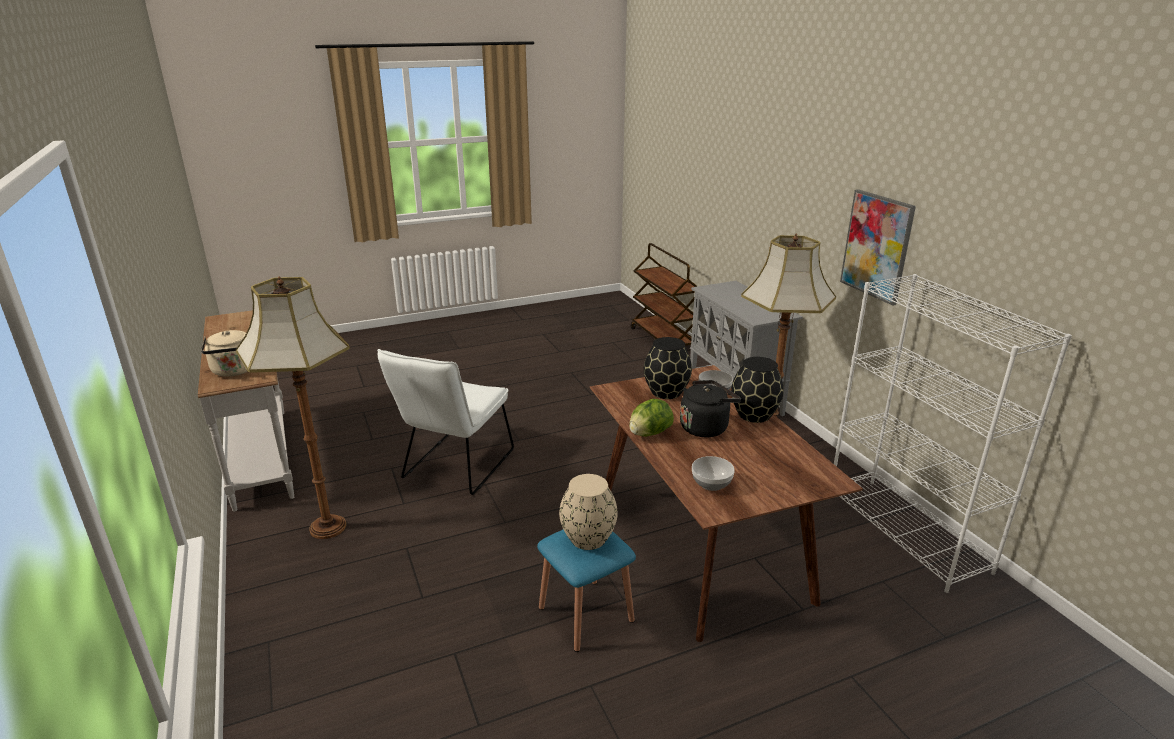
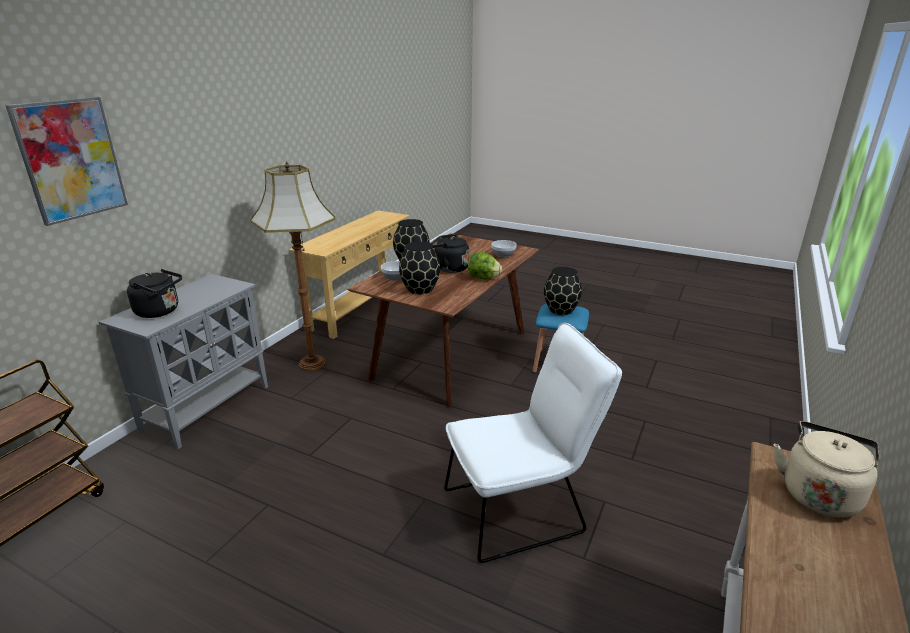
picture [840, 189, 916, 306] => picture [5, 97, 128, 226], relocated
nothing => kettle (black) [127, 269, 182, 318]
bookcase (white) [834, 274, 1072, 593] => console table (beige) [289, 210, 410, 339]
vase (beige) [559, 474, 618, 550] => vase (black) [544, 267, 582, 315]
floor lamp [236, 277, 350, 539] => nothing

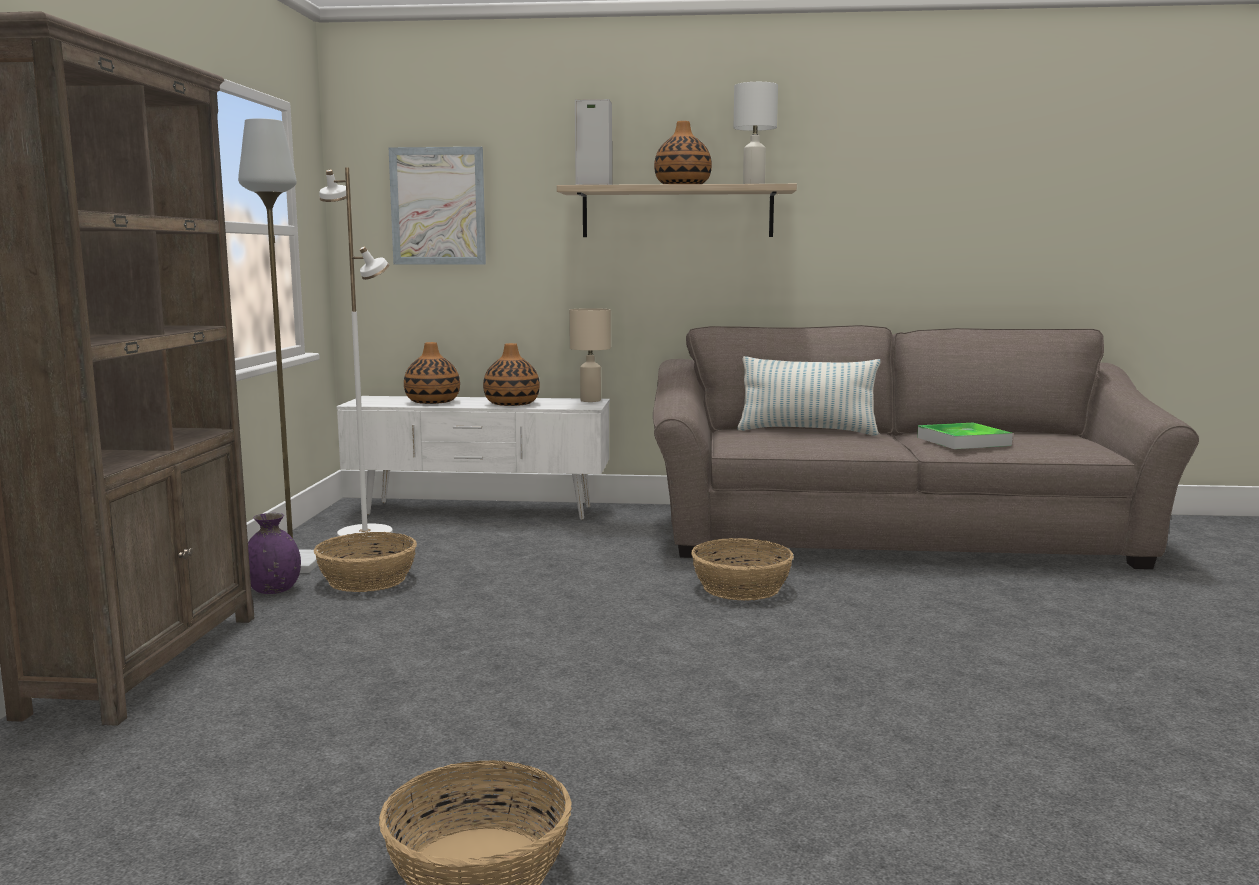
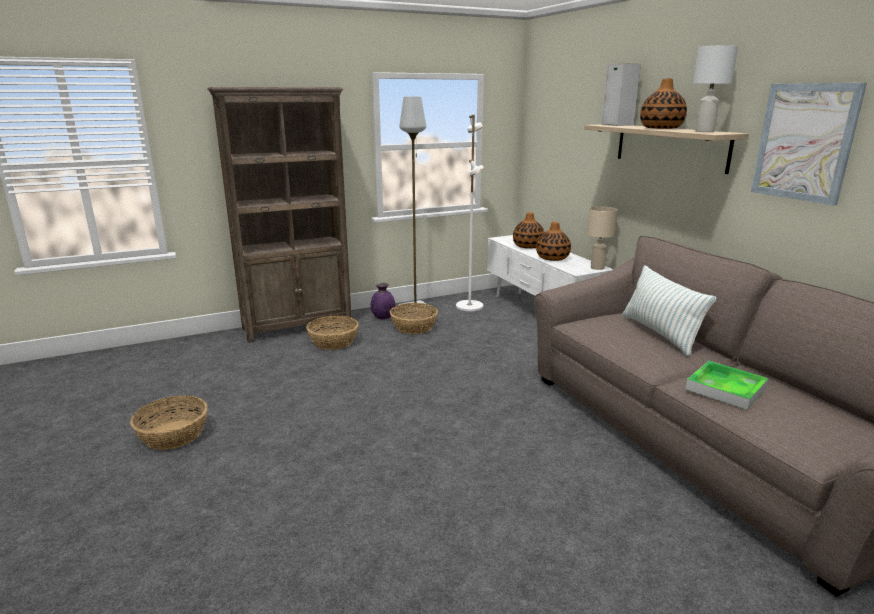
basket [691, 538, 794, 601] => basket [306, 316, 359, 350], relocated
picture [389, 147, 486, 264] => picture [751, 83, 867, 206], relocated

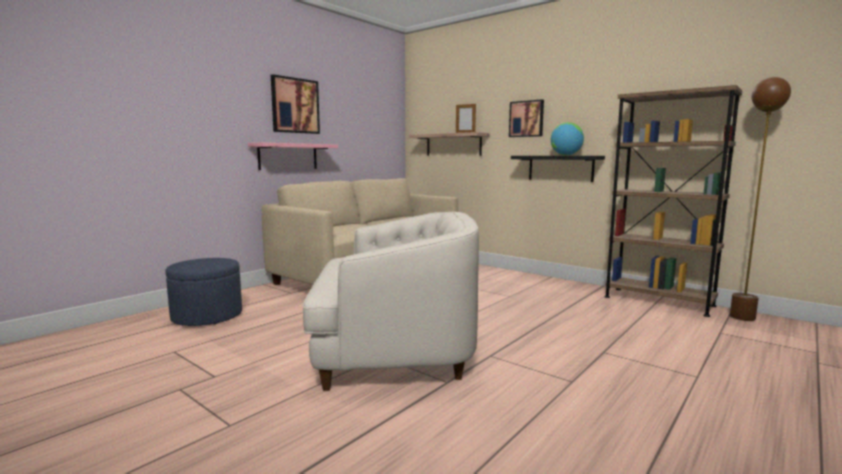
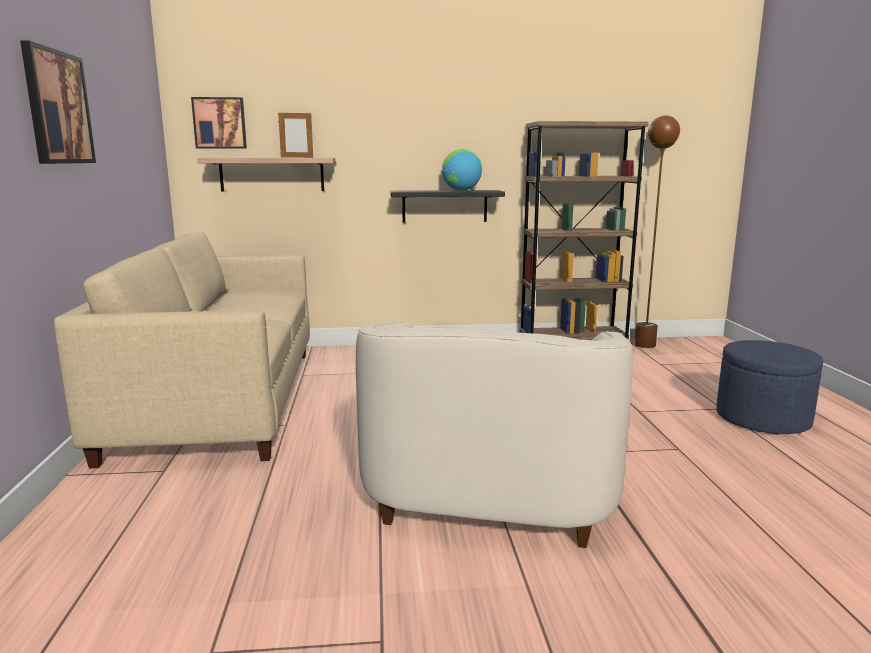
picture [509, 99, 544, 137] => picture [191, 97, 247, 149], relocated
armchair (white) [303, 212, 479, 391] => armchair (white) [356, 321, 633, 548], 150 degrees clockwise
ottoman (blue) [166, 258, 242, 326] => ottoman (blue) [716, 340, 823, 435], relocated
shelf (pink) [248, 143, 338, 170] => nothing

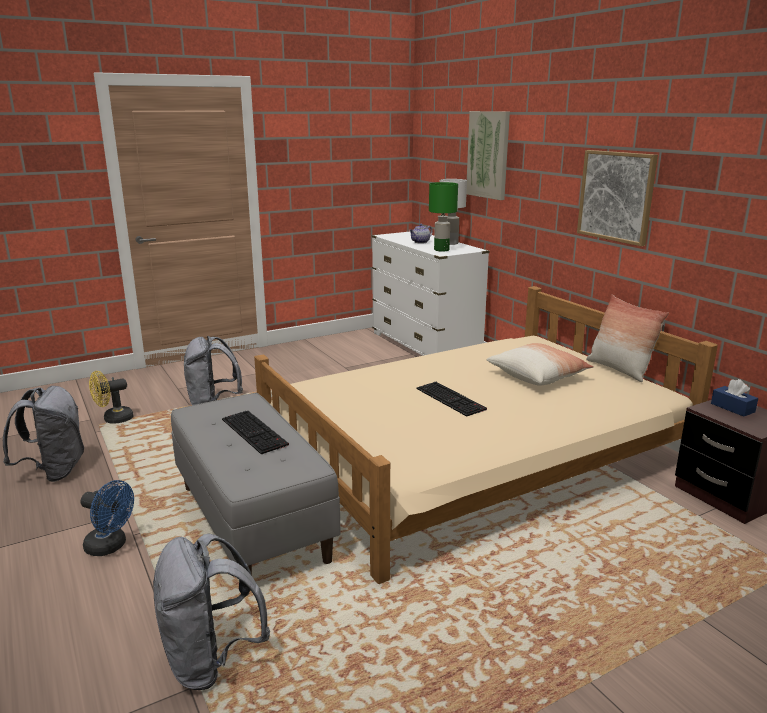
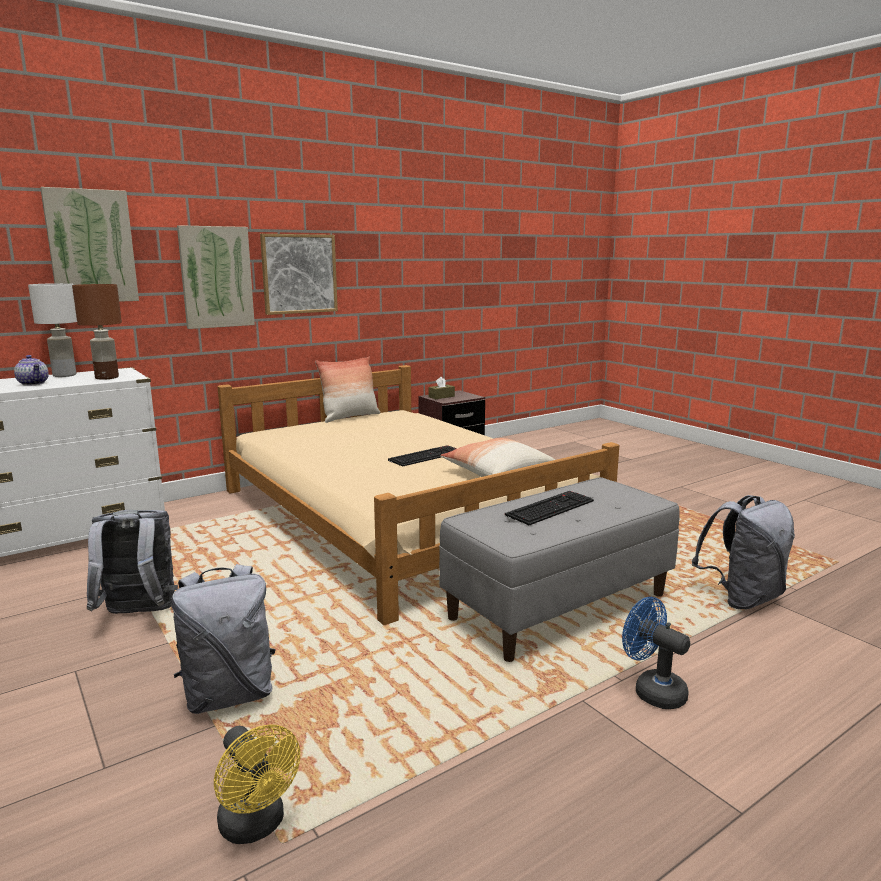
table lamp (green) [429, 182, 458, 252] => table lamp (brown) [72, 284, 122, 380]
backpack (grey) [3, 386, 84, 482] => backpack (grey) [87, 510, 178, 614], relocated
nothing => picture [177, 225, 255, 329]
tissue box (blue) [711, 379, 758, 417] => tissue box (brown) [429, 377, 455, 399]
pillow [486, 343, 594, 386] => pillow [440, 438, 555, 477], relocated
fan (blue) [80, 480, 134, 556] => fan (blue) [622, 597, 690, 709], 60 degrees counterclockwise

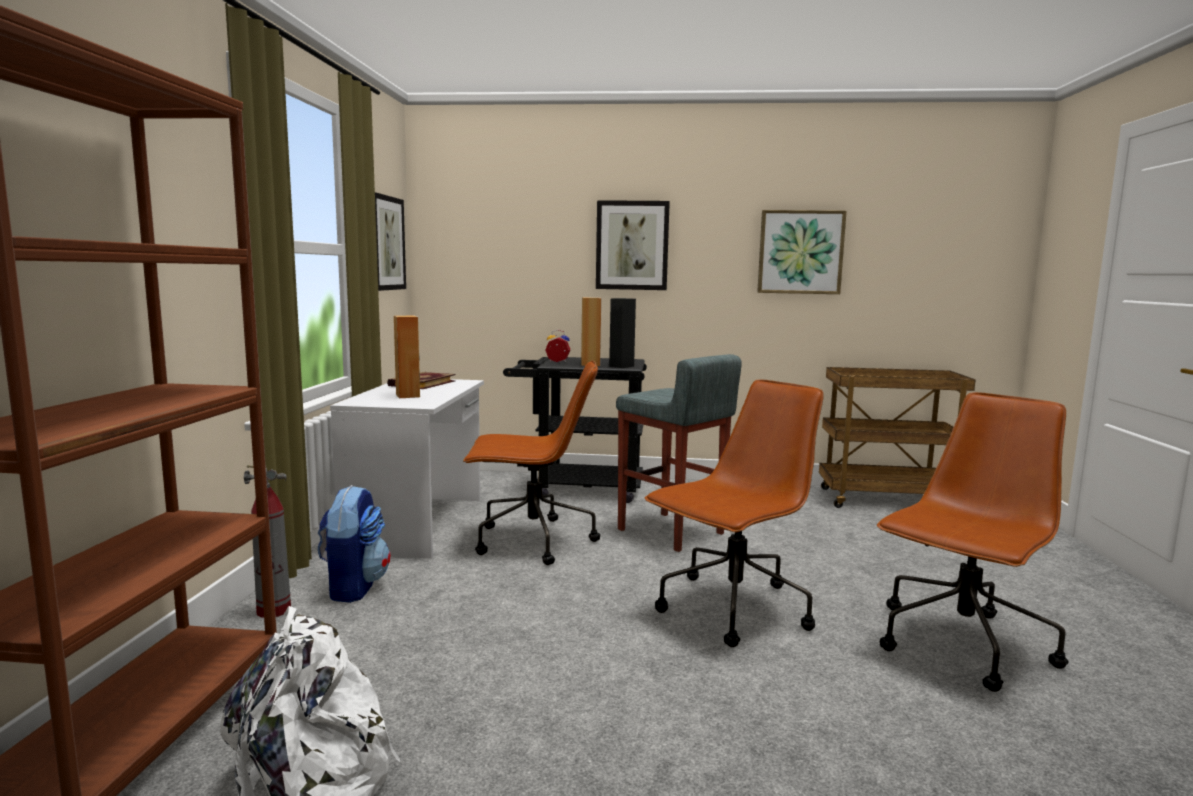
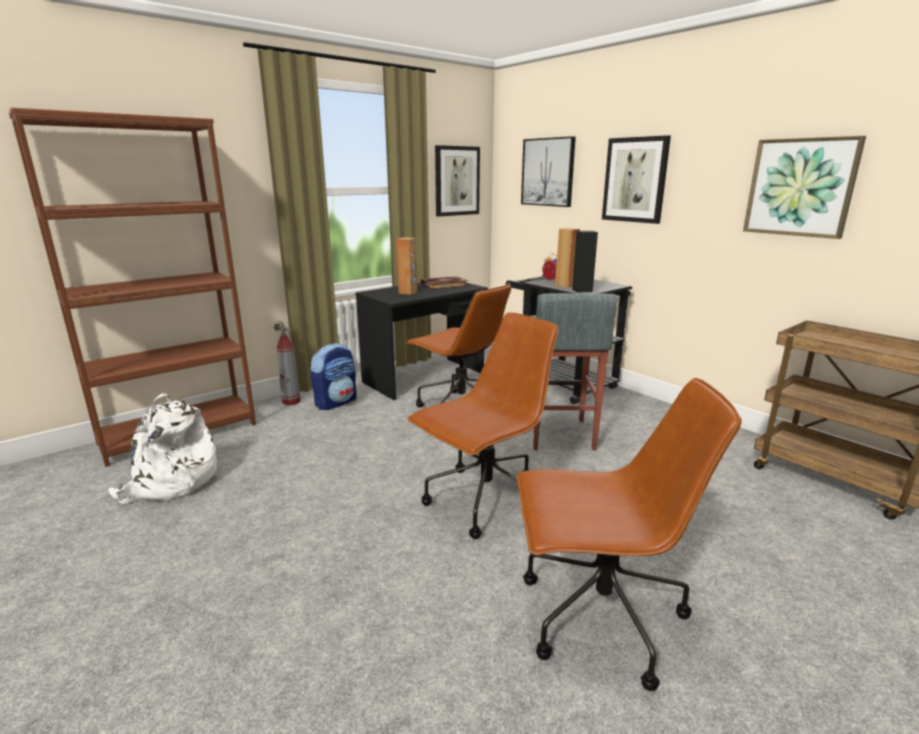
desk (white) [330, 379, 484, 559] => desk (black) [356, 282, 488, 400]
office chair (brown) [645, 379, 824, 647] => office chair (brown) [407, 312, 558, 539], 45 degrees counterclockwise
nothing => picture [521, 136, 576, 207]

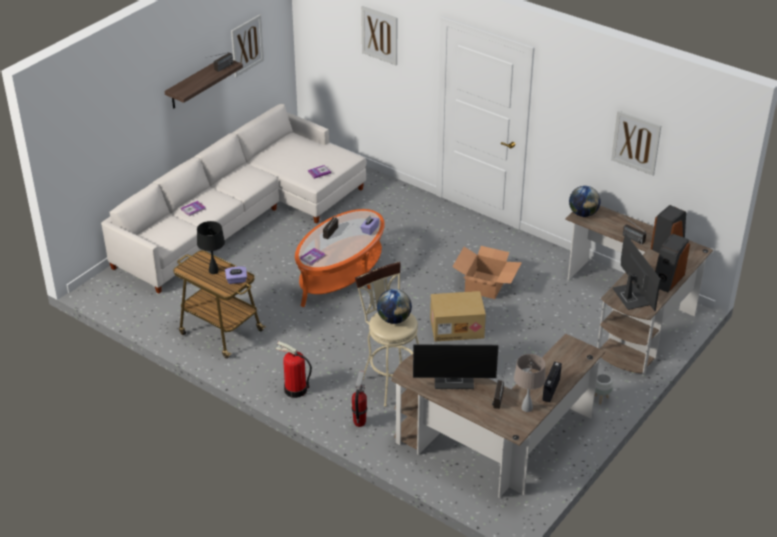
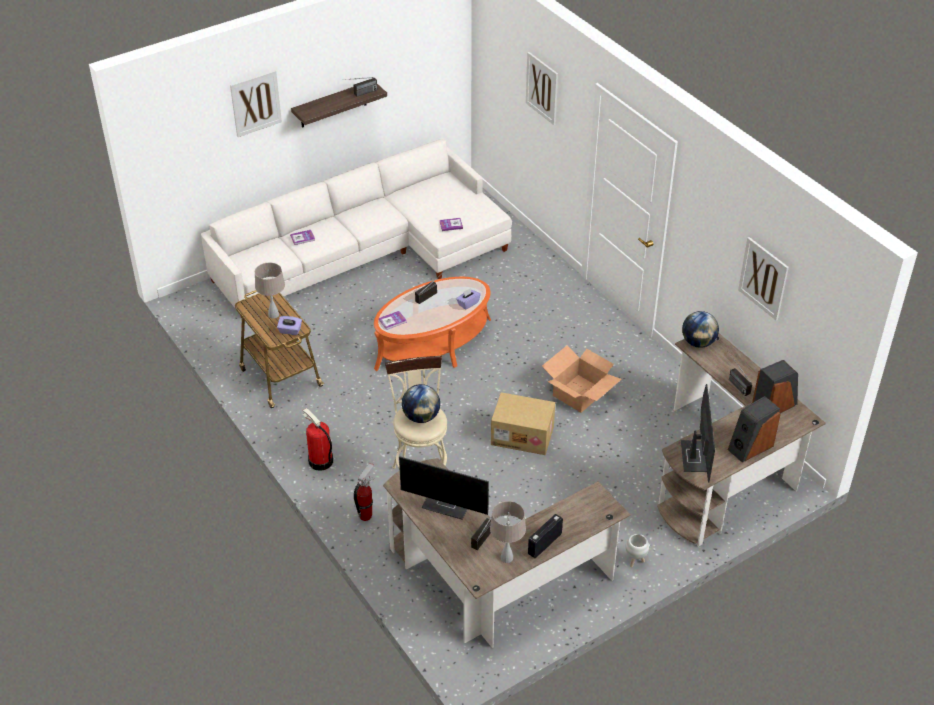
picture [231, 14, 264, 77] => picture [230, 70, 282, 137], relocated
table lamp (black) [197, 221, 225, 274] => table lamp (beige) [255, 262, 285, 319]

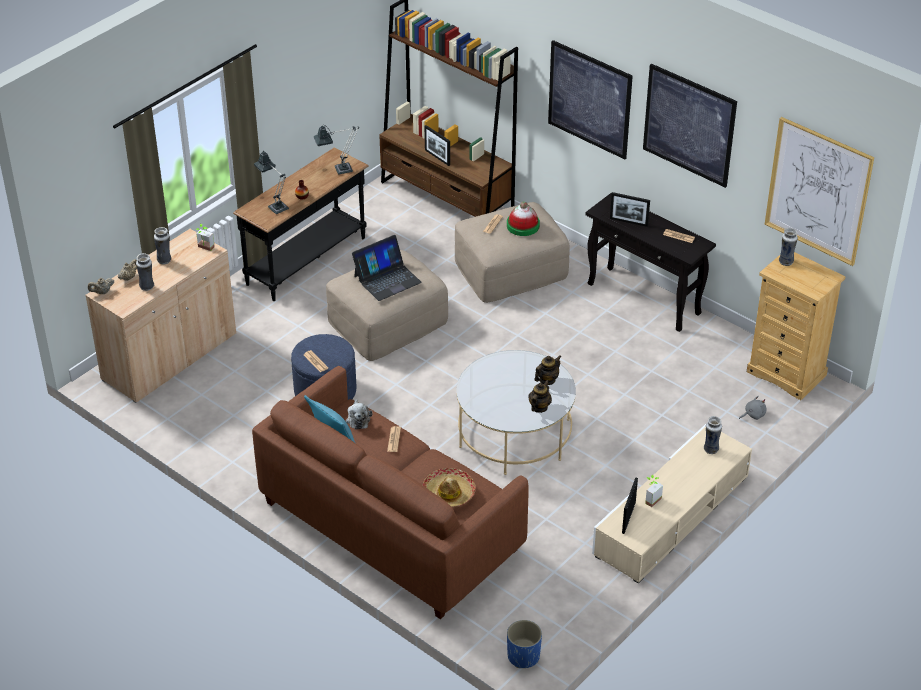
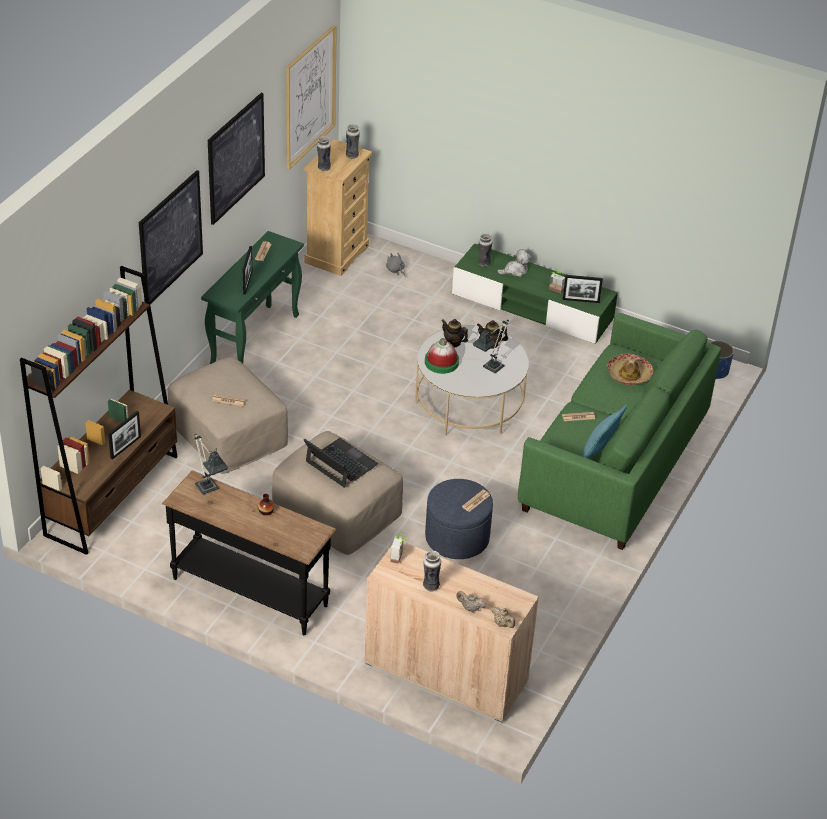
console table (black) [586, 193, 716, 332] => console table (green) [201, 231, 304, 364]
vase [136, 253, 154, 291] => vase [346, 124, 360, 159], relocated
hat [507, 202, 540, 236] => hat [425, 338, 459, 374], relocated
tv stand (beige) [592, 424, 752, 583] => tv stand (green) [452, 243, 618, 344]
table lamp [254, 151, 289, 214] => table lamp [473, 320, 509, 373], relocated
plush toy [346, 399, 372, 430] => plush toy [497, 249, 530, 277], relocated
sofa (brown) [252, 366, 528, 619] => sofa (green) [518, 313, 721, 550]

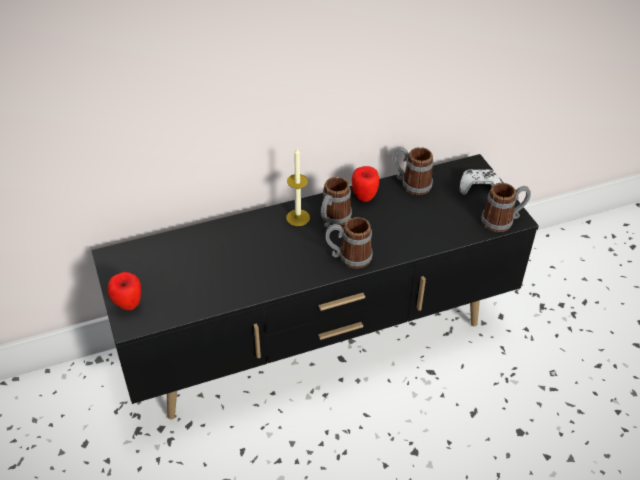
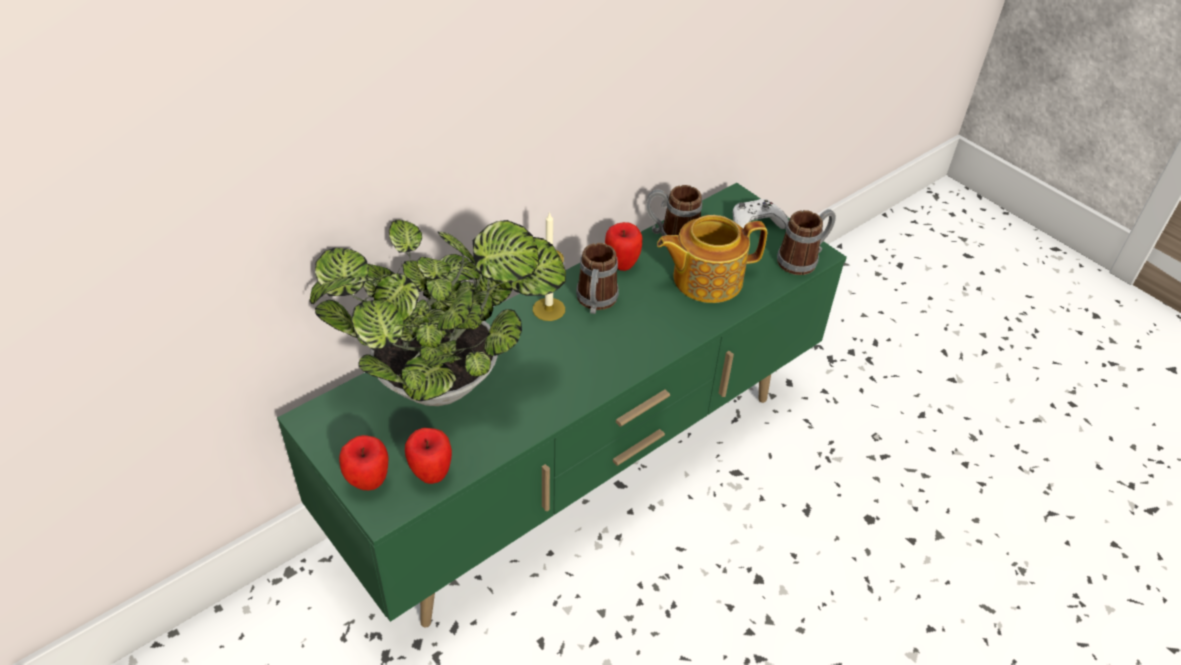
tv stand (black) [91, 154, 539, 419] => tv stand (green) [277, 183, 847, 627]
nothing => potted plant [310, 220, 566, 406]
nothing => apple [405, 428, 452, 484]
nothing => teapot [657, 215, 767, 303]
mug [326, 217, 373, 268] => nothing

